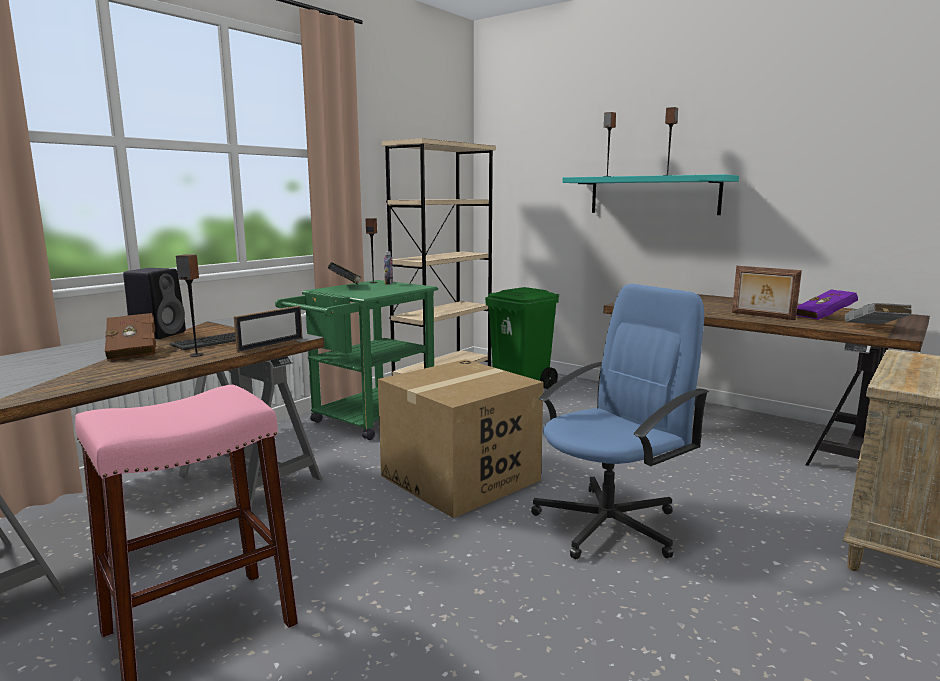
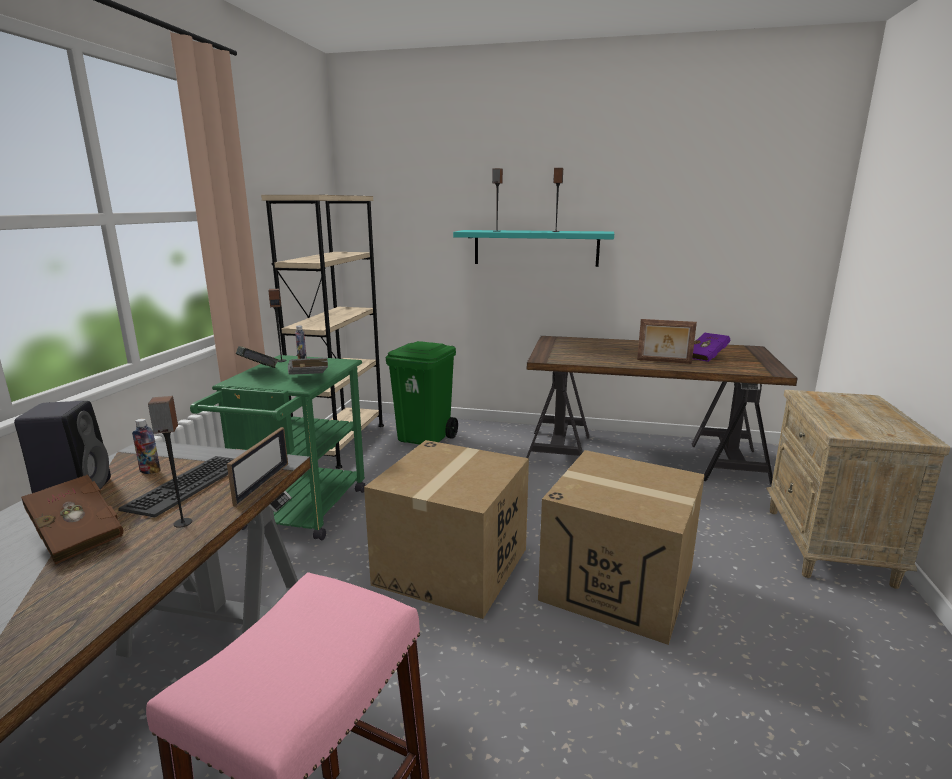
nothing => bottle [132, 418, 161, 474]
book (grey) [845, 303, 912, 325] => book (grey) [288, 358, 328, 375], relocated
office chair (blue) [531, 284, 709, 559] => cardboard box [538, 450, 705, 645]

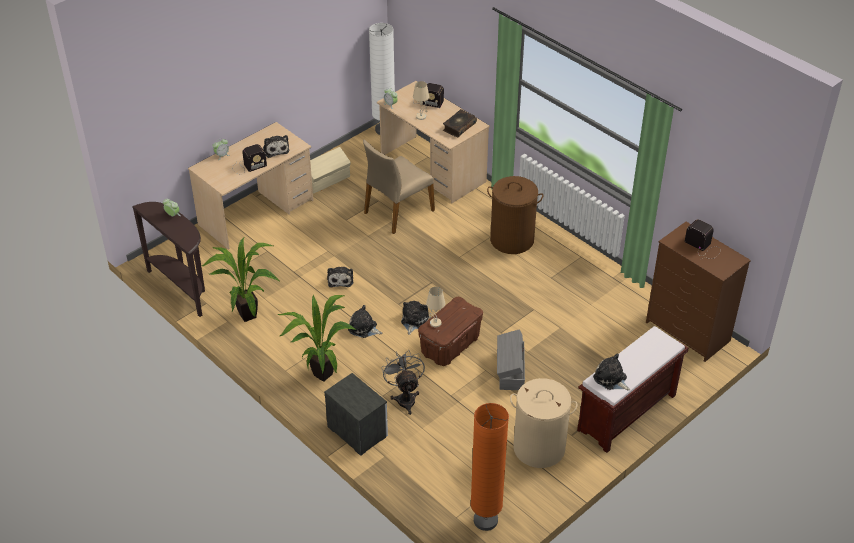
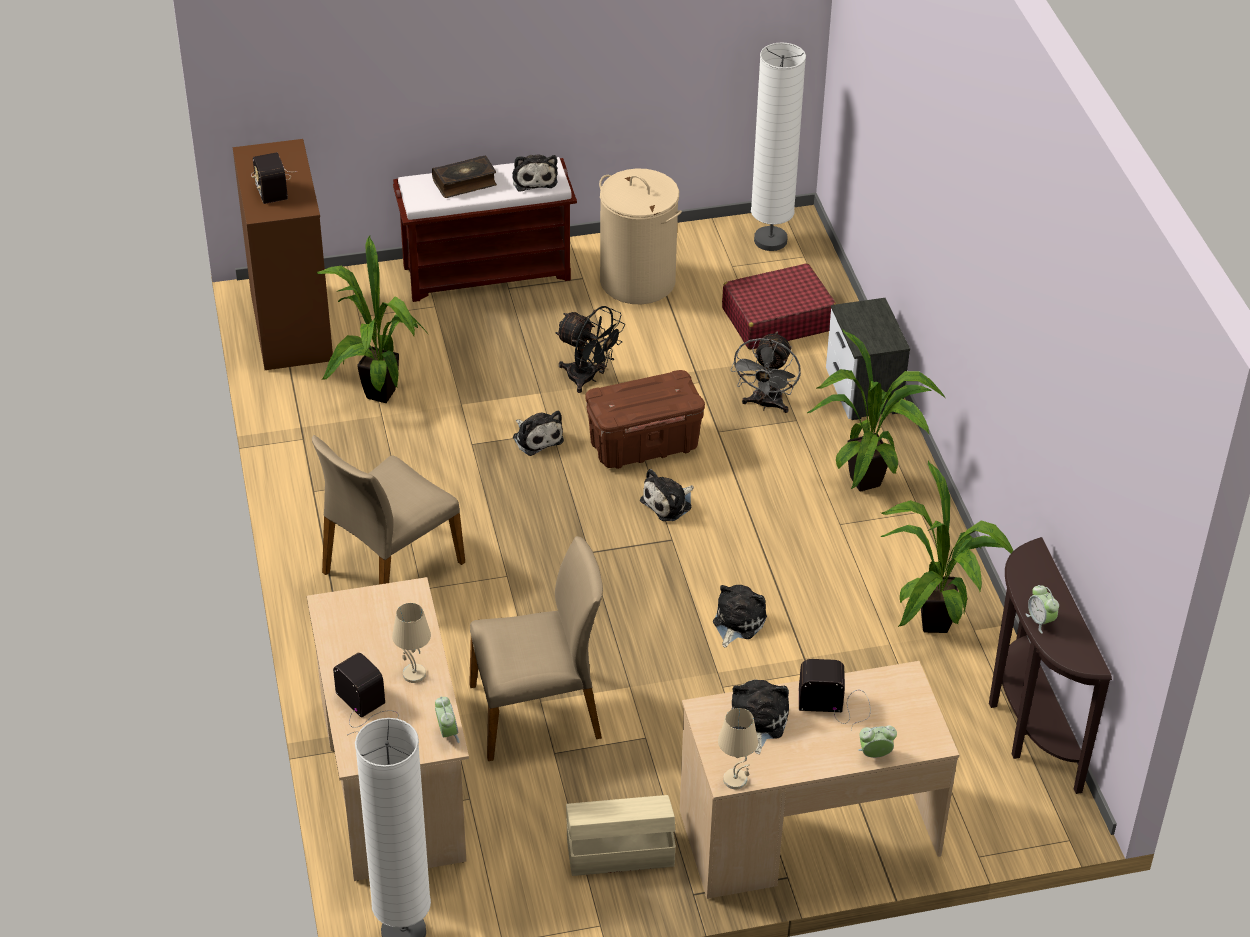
laundry basket (brown) [487, 176, 544, 254] => chair (beige) [312, 435, 465, 585]
nothing => potted plant [317, 236, 427, 403]
book [443, 109, 477, 138] => book [432, 156, 497, 198], relocated
plush toy [348, 305, 383, 338] => plush toy [513, 410, 564, 456], relocated
storage box (grey) [497, 329, 525, 390] => fan (black) [555, 306, 625, 393]
table lamp (beige) [426, 287, 445, 327] => table lamp (beige) [718, 708, 758, 789], relocated
nothing => suitcase (red) [722, 263, 836, 350]
floor lamp (orange) [471, 403, 509, 531] => floor lamp (white) [751, 42, 806, 251]

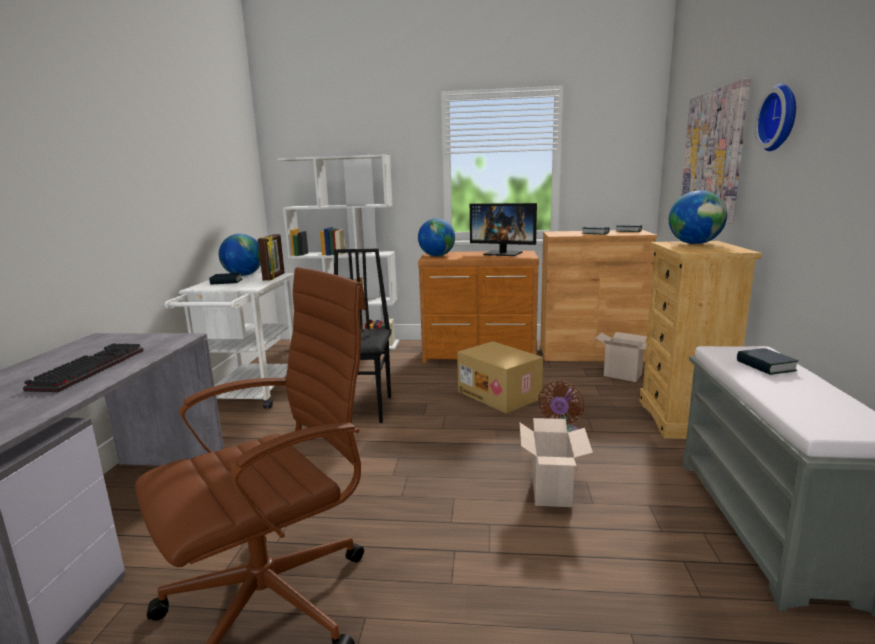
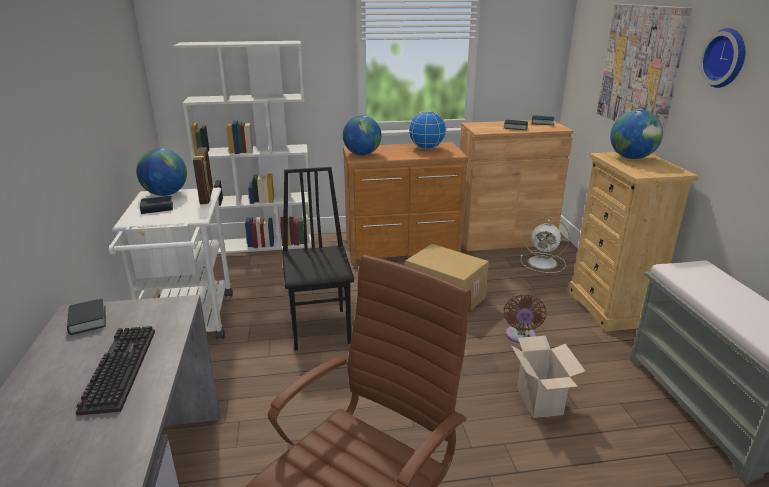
book [737, 348, 799, 375] => book [67, 299, 106, 335], relocated
monitor [470, 203, 537, 256] => globe [408, 111, 446, 149]
cardboard box [596, 332, 647, 382] => fan (white) [521, 217, 569, 273]

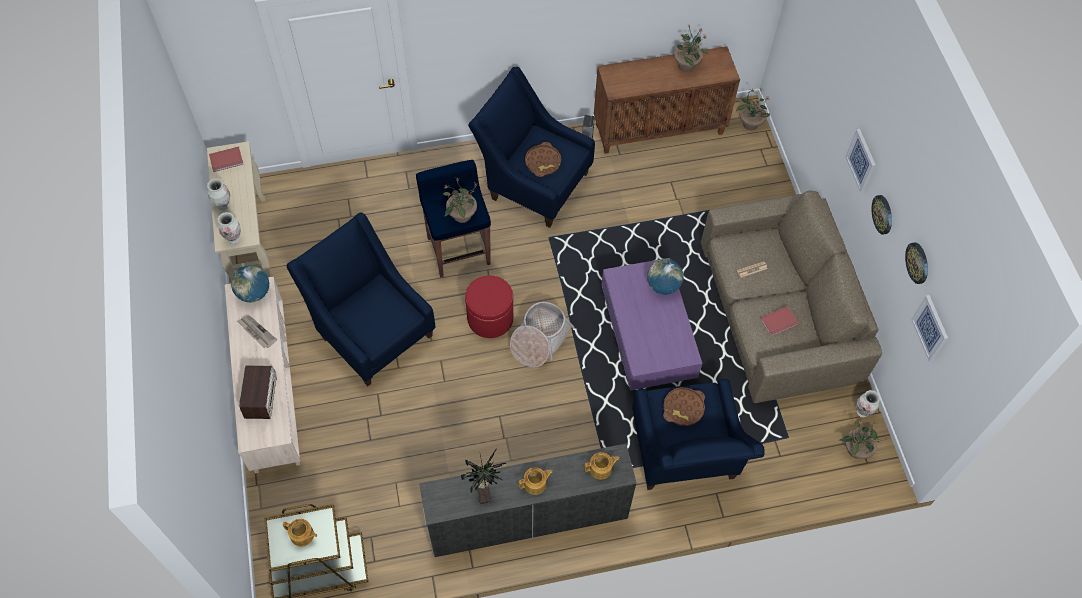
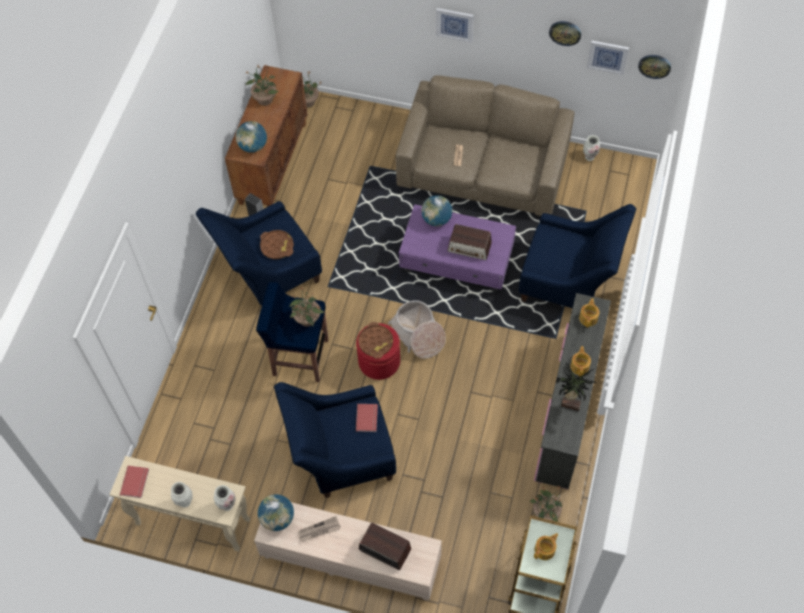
nothing => globe [236, 121, 267, 153]
book (red) [760, 306, 799, 336] => book (red) [356, 404, 378, 432], relocated
tray (brown) [663, 387, 705, 426] => tray (brown) [358, 322, 393, 359], relocated
nothing => radio [447, 224, 492, 260]
potted plant [839, 419, 889, 459] => potted plant [529, 484, 562, 522], relocated
wall clock [871, 195, 892, 235] => wall clock [638, 55, 671, 79], relocated

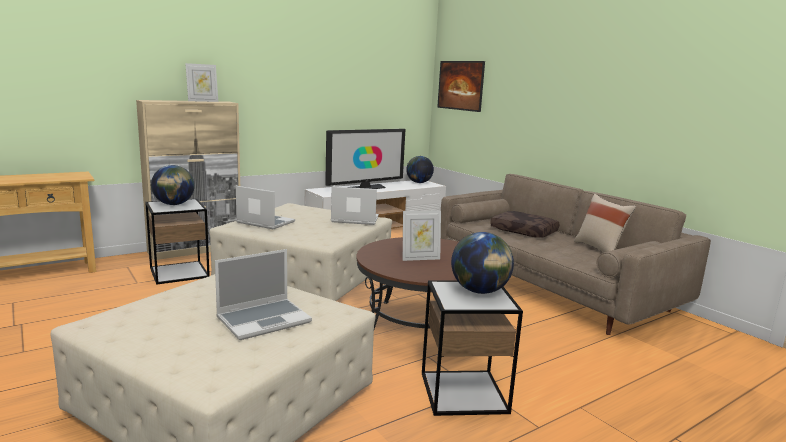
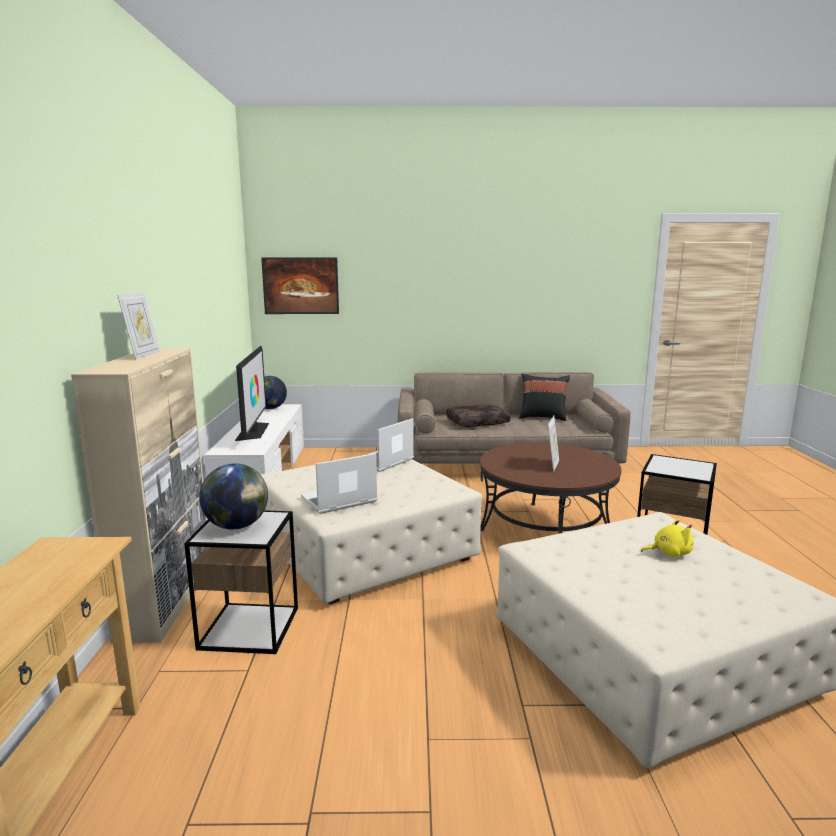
pillow (beige) [574, 194, 636, 252] => pillow (black) [519, 374, 570, 421]
laptop [215, 249, 312, 340] => plush toy (yellow) [641, 519, 694, 557]
globe [451, 232, 514, 294] => nothing

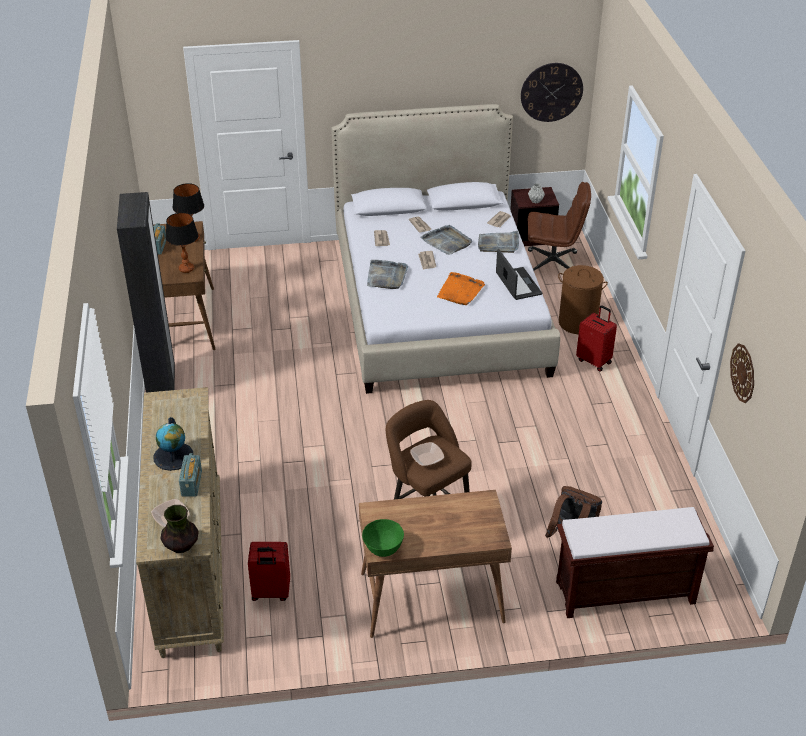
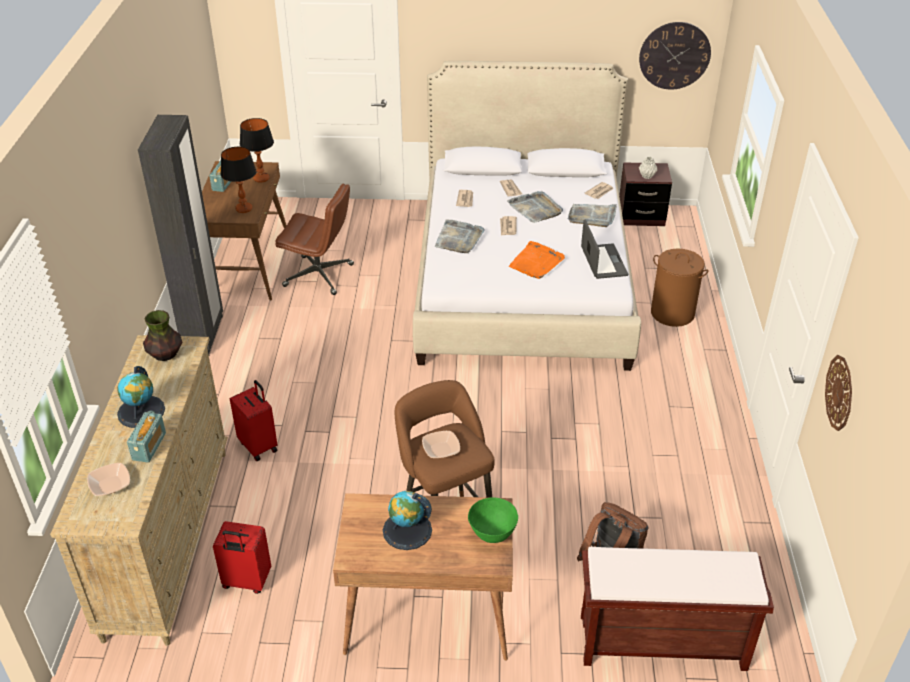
vase [160, 505, 199, 553] => vase [143, 310, 182, 361], relocated
suitcase (red) [576, 305, 617, 372] => suitcase (red) [230, 380, 277, 461], relocated
office chair (brown) [528, 182, 591, 271] => office chair (brown) [275, 184, 354, 295], relocated
nothing => globe [383, 491, 432, 550]
bowl (green) [362, 519, 404, 557] => bowl (green) [468, 498, 518, 543], relocated

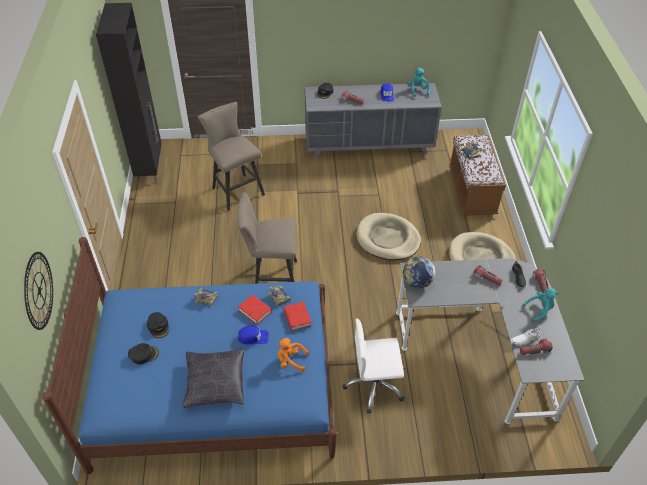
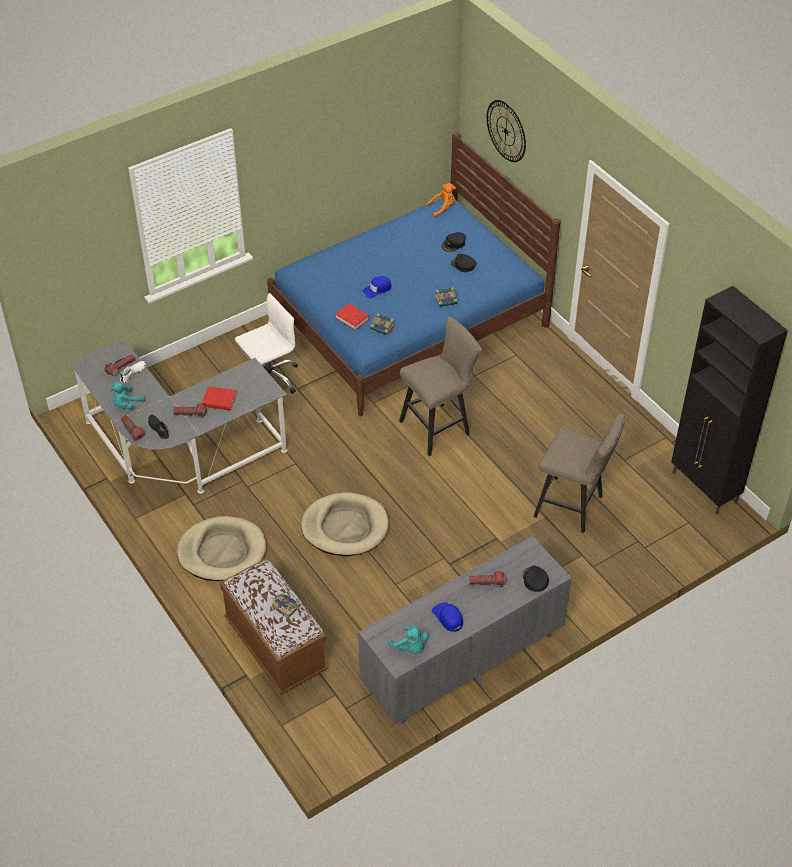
book (red) [238, 295, 272, 325] => book (red) [202, 386, 236, 411], relocated
plush toy (orange) [278, 338, 309, 372] => plush toy (orange) [427, 183, 456, 217], relocated
pillow (black) [183, 348, 244, 408] => nothing
globe [403, 256, 435, 288] => nothing

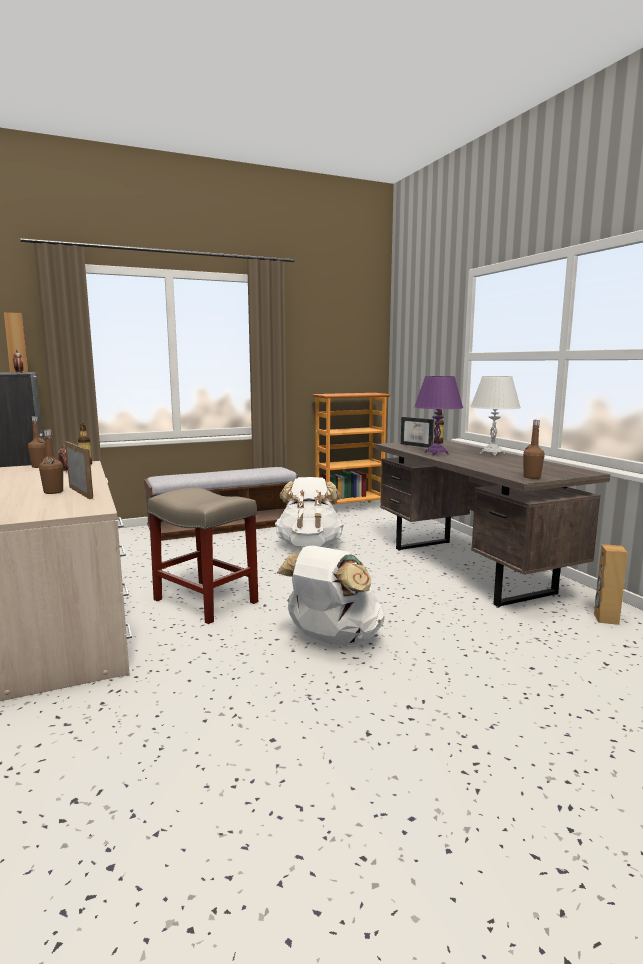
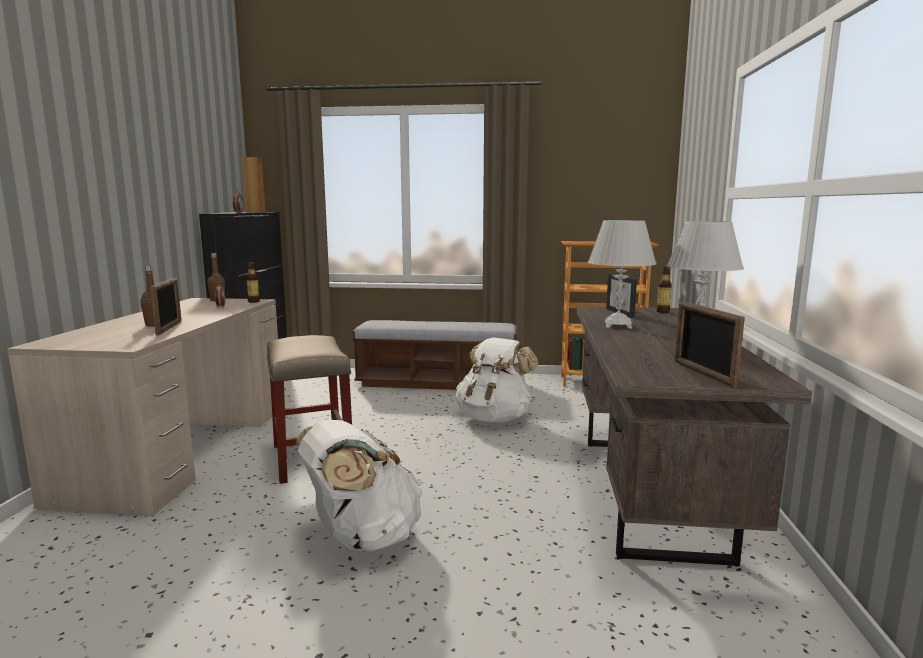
table lamp (purple) [414, 376, 463, 455] => table lamp (white) [588, 220, 656, 329]
nothing => picture frame [675, 301, 745, 387]
bottle (brown) [523, 420, 545, 479] => nothing
speaker (brown) [594, 544, 628, 625] => nothing

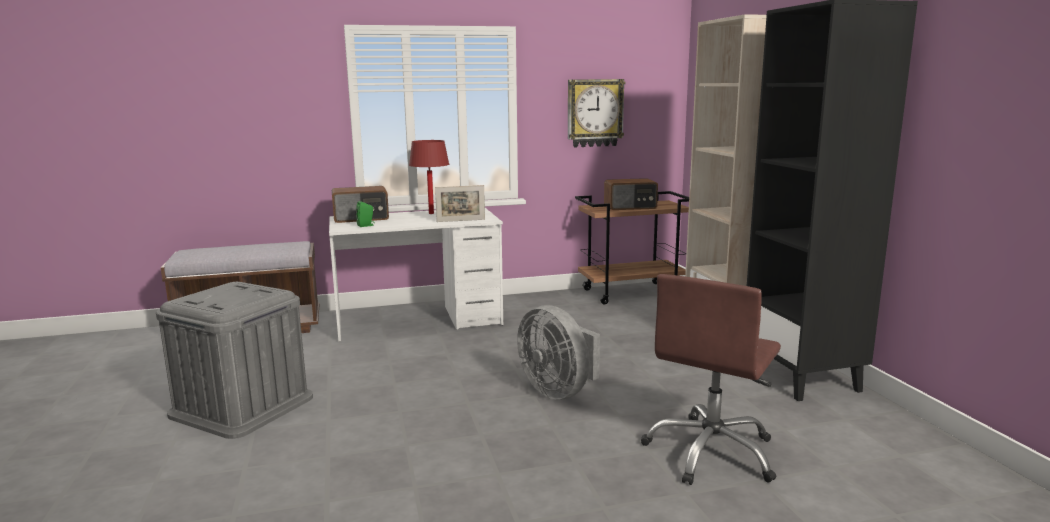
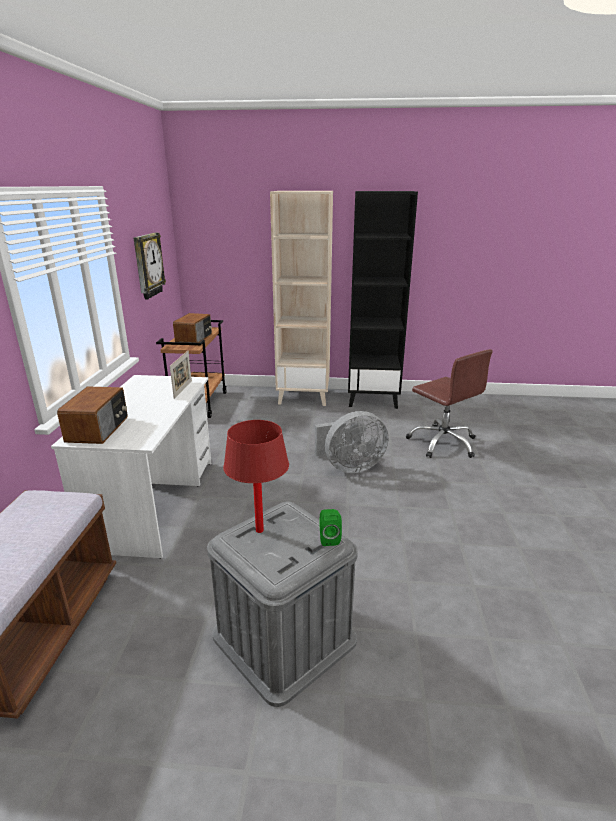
table lamp (red) [409, 140, 449, 214] => table lamp (red) [223, 420, 289, 533], relocated
speaker (green) [356, 201, 374, 227] => speaker (green) [319, 509, 342, 546], relocated

